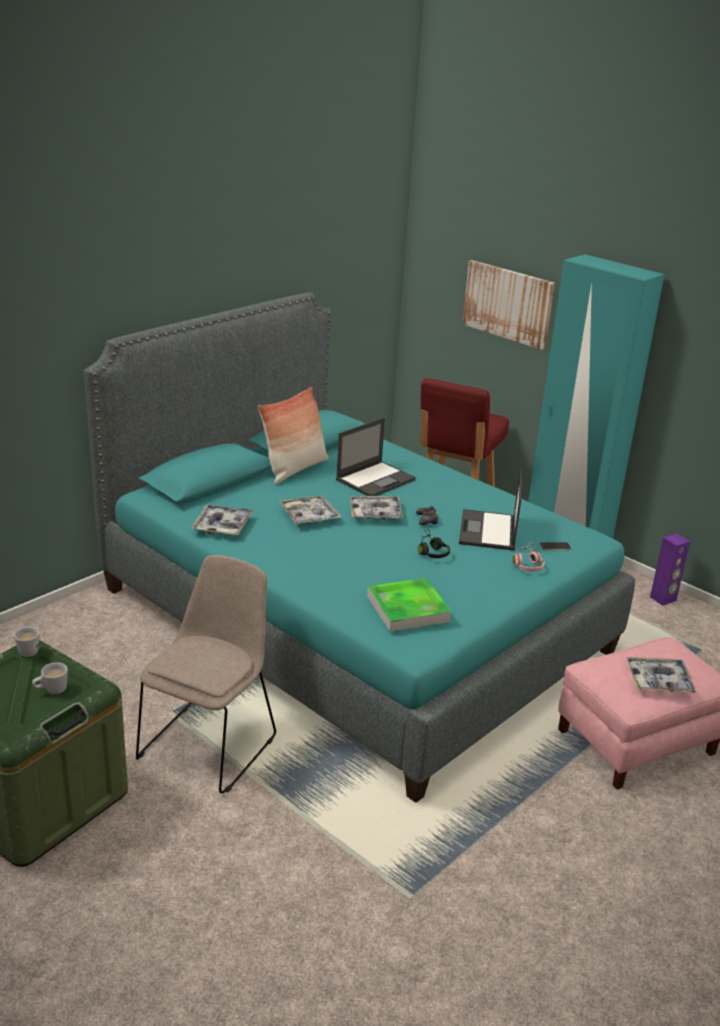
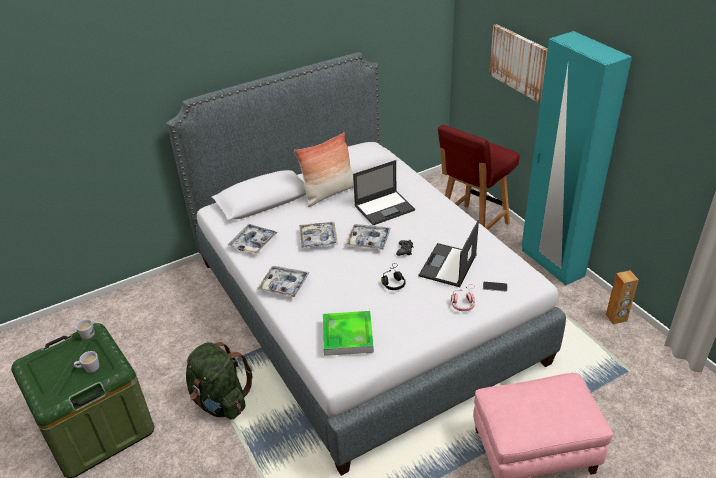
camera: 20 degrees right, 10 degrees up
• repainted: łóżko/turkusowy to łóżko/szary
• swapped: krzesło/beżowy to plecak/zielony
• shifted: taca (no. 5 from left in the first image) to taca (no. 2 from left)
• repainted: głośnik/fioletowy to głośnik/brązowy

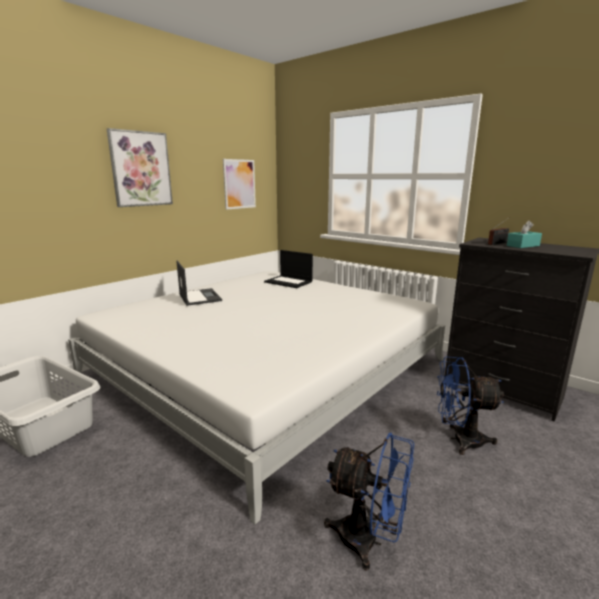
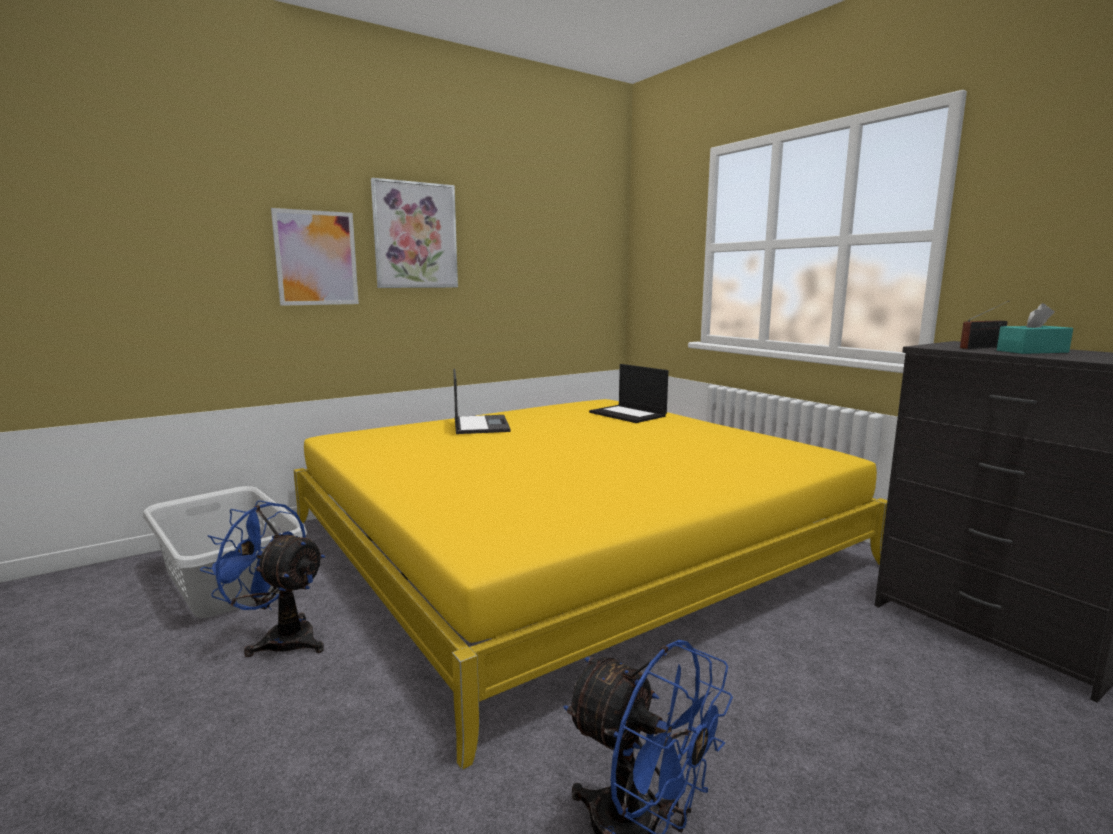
camera: 15 degrees right, 5 degrees down
• repainted: łóżko/biały to łóżko/żółty
• shifted: obraz (no. 2 from left in the first image) to obraz (no. 1 from left)
• shifted: wentylator/niebieski (no. 2 from left in the first image) to wentylator/niebieski (no. 1 from left)

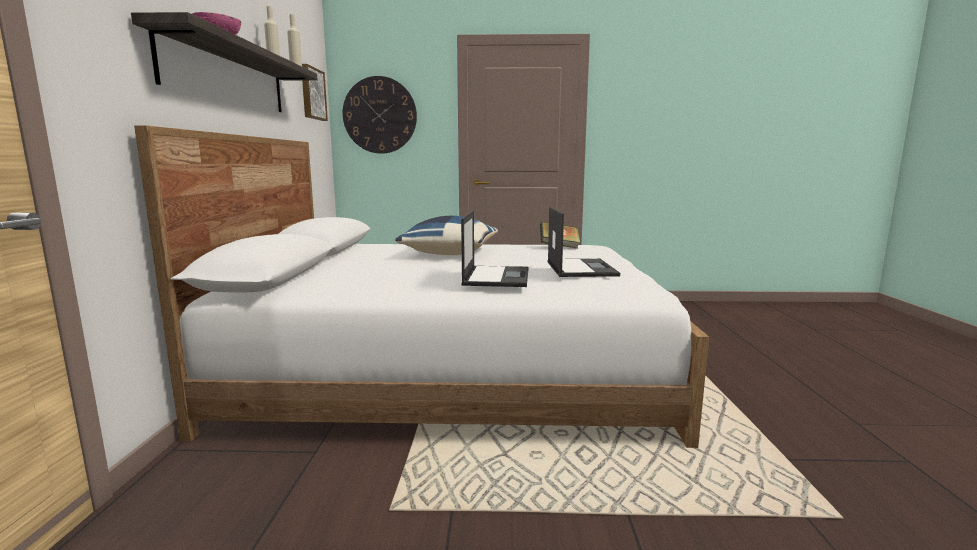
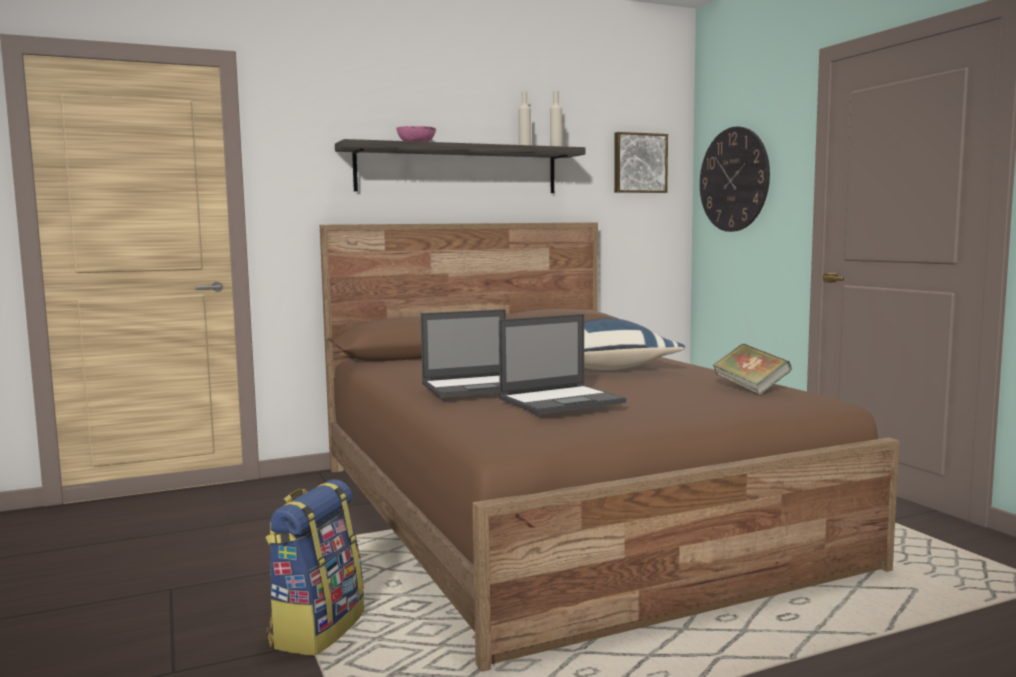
camera: 65 degrees right, 5 degrees down
• repainted: łóżko/biały to łóżko/brązowy
• new: plecak

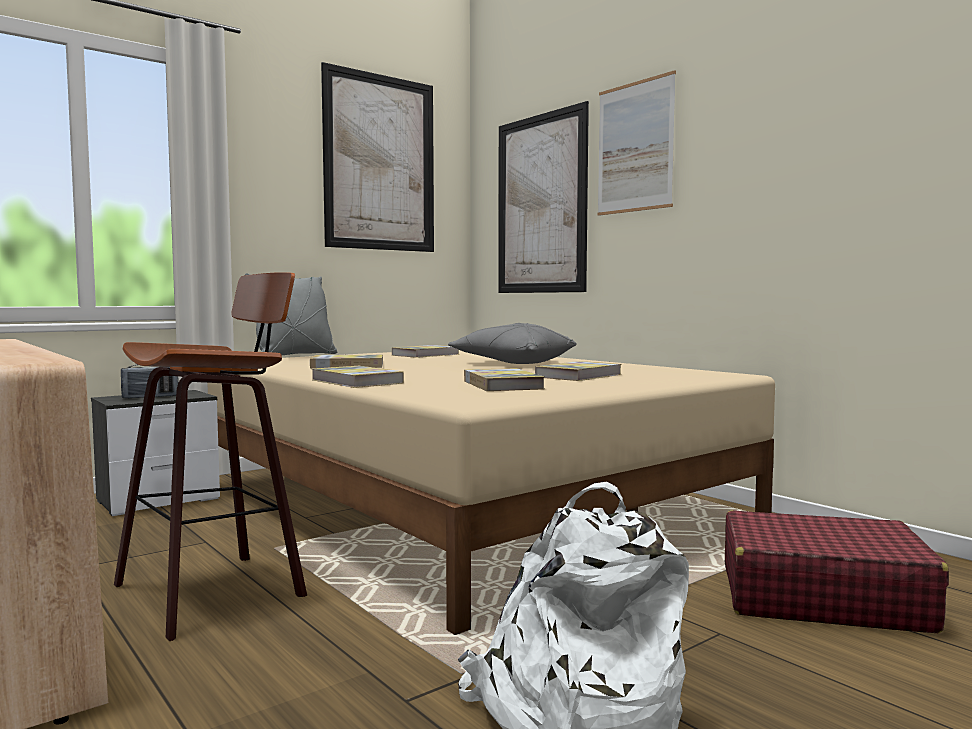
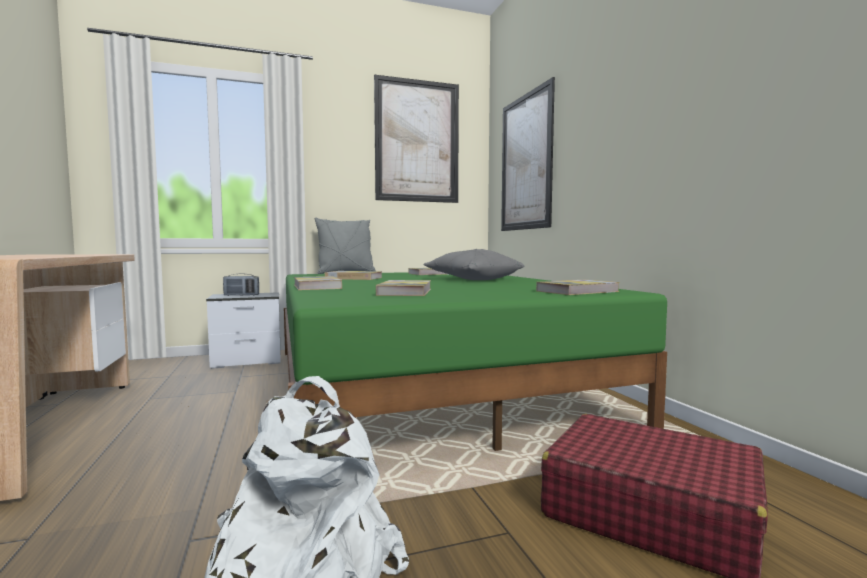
camera: 20 degrees right, 0 degrees up
• gone: stołek
• repainted: łóżko/beżowy to łóżko/zielony
• shifted: książka (no. 5 from left)
• gone: obraz (no. 3 from left)

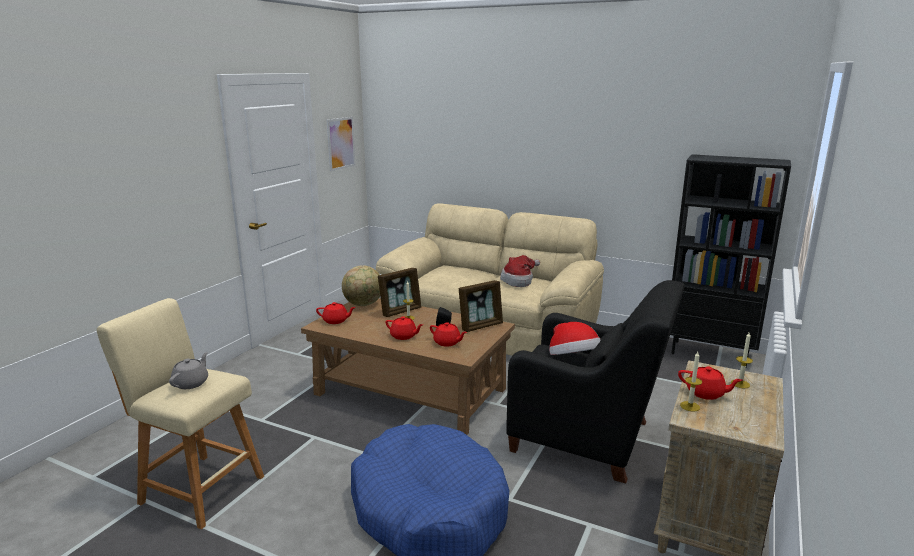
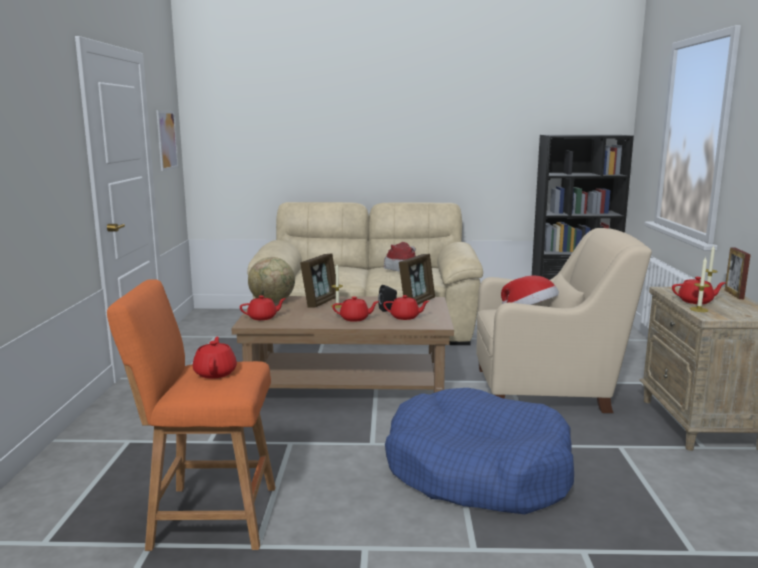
camera: 25 degrees left, 5 degrees down
• repainted: stołek/beżowy to stołek/pomarańczowy
• repainted: imbryk/szary to imbryk/czerwony (no. 1 from left)
• repainted: fotel/czarny to fotel/beżowy
• new: ramka na zdjęcie (no. 3 from left)

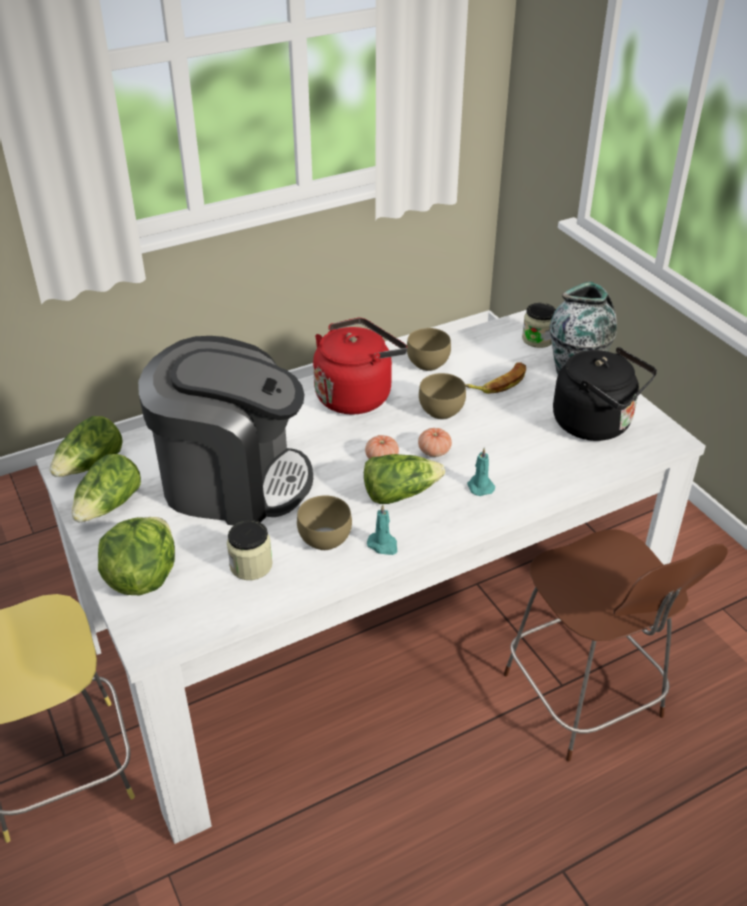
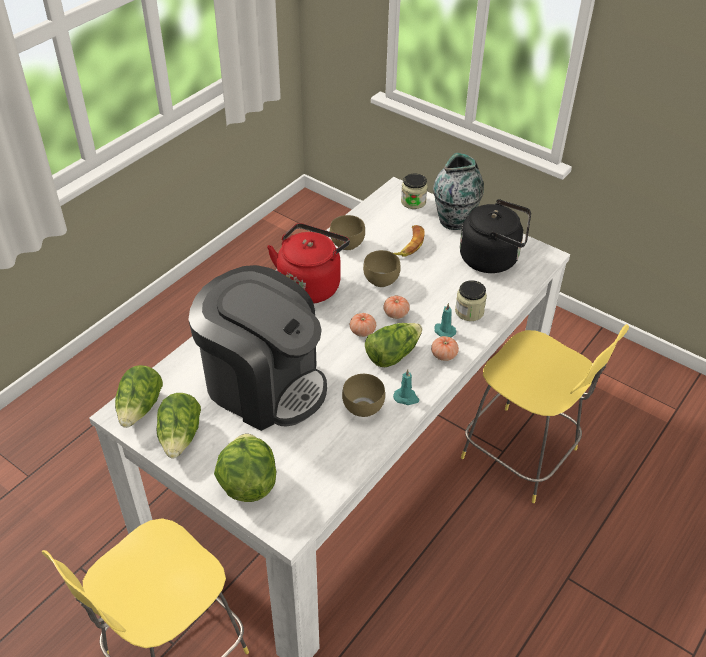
camera: 25 degrees left, 5 degrees up
• rotated: ekspres do kawy 45 degrees clockwise
• shifted: słoik (no. 1 from left in the first image) to słoik (no. 2 from left)
• repainted: stołek/brązowy to stołek/żółty (no. 2 from left)
• new: pomidor (no. 3 from left)

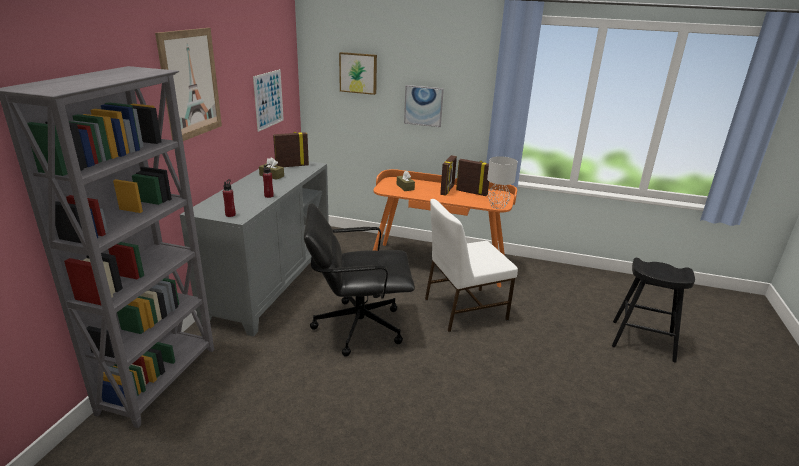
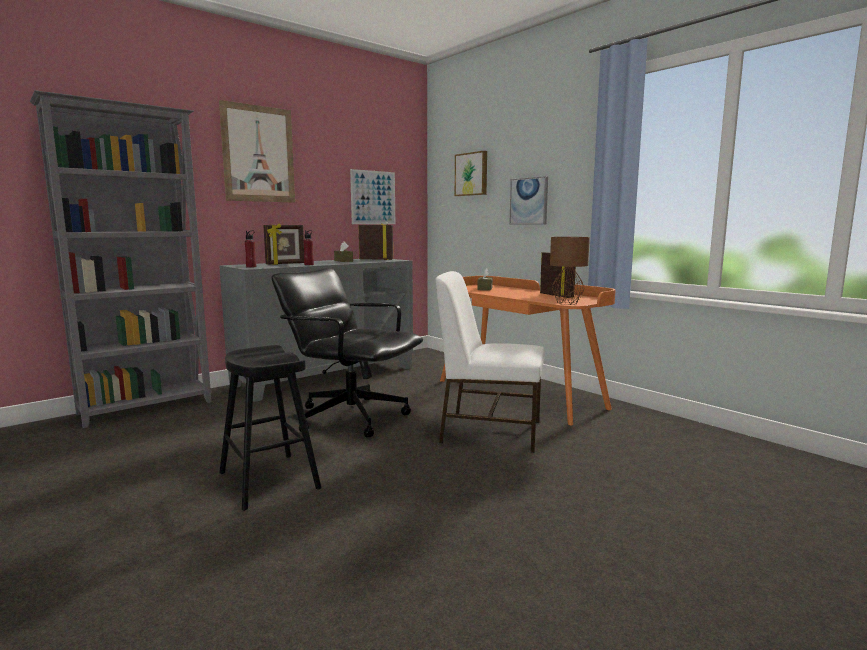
camera: 35 degrees right, 15 degrees down
• shifted: ramka na zdjęcie (no. 2 from left in the first image) to ramka na zdjęcie (no. 1 from left)
• repainted: lampa stołowa/szary to lampa stołowa/brązowy
• shifted: stołek/czarny

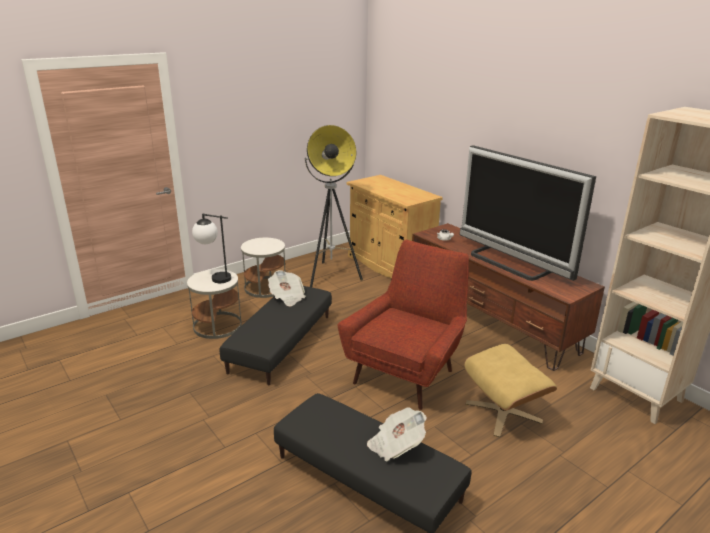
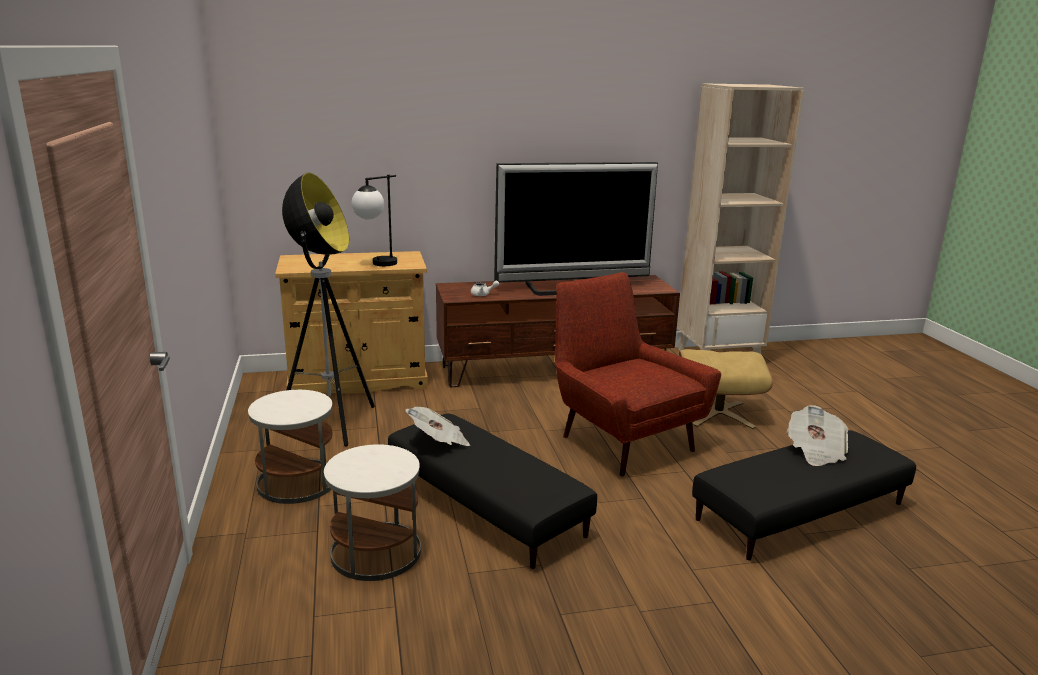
camera: 65 degrees left, 5 degrees down
• shifted: lampa stołowa

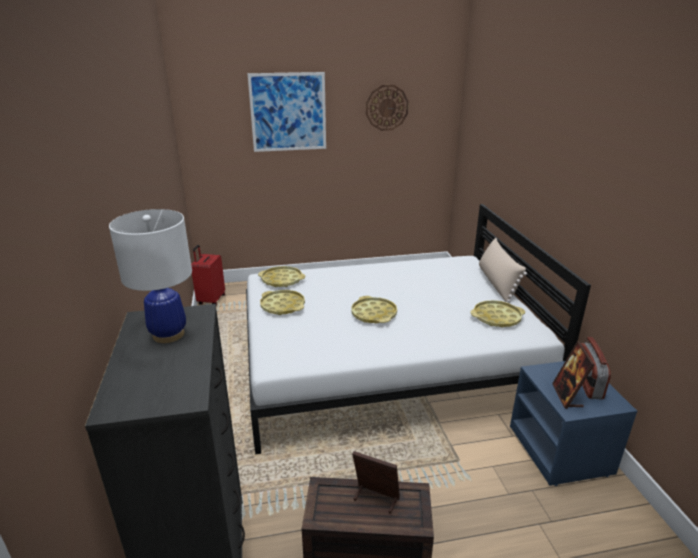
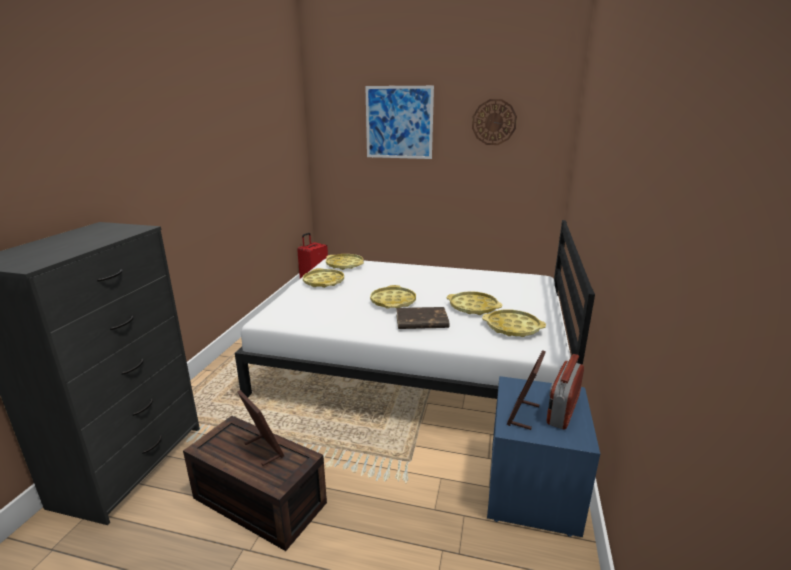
camera: 25 degrees right, 5 degrees down
• gone: lampa stołowa/biały
• gone: poduszka/beżowy
• new: książka/brązowy
• new: taca/żółty (no. 4 from left)

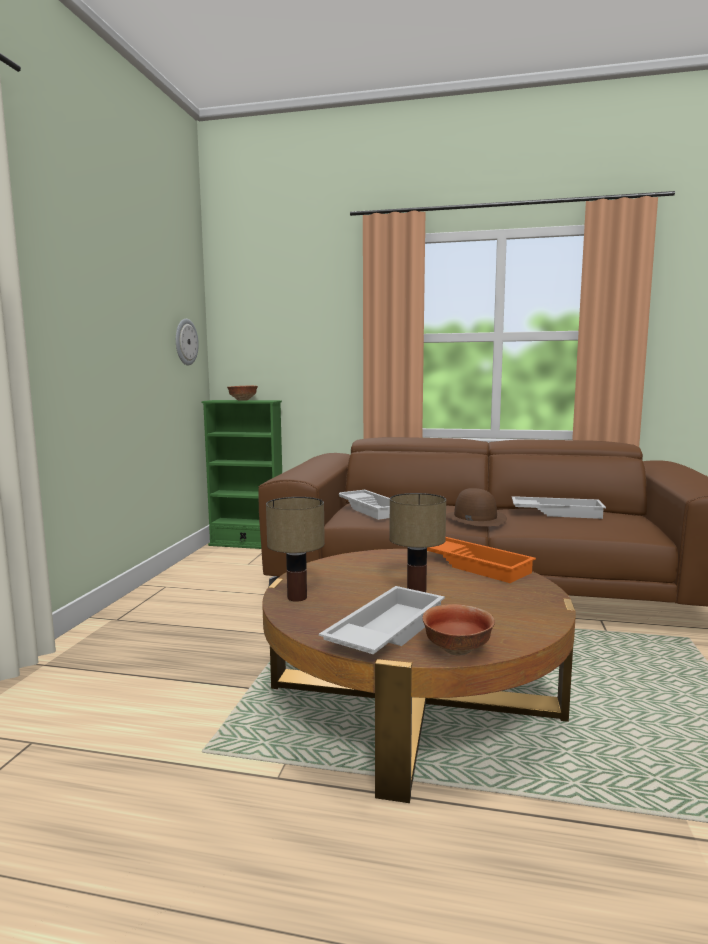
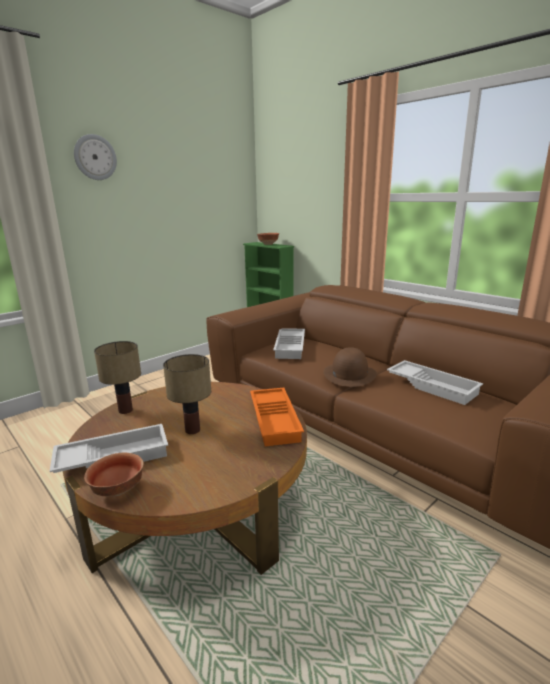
camera: 35 degrees right, 10 degrees up
• shifted: zegar ścienny

